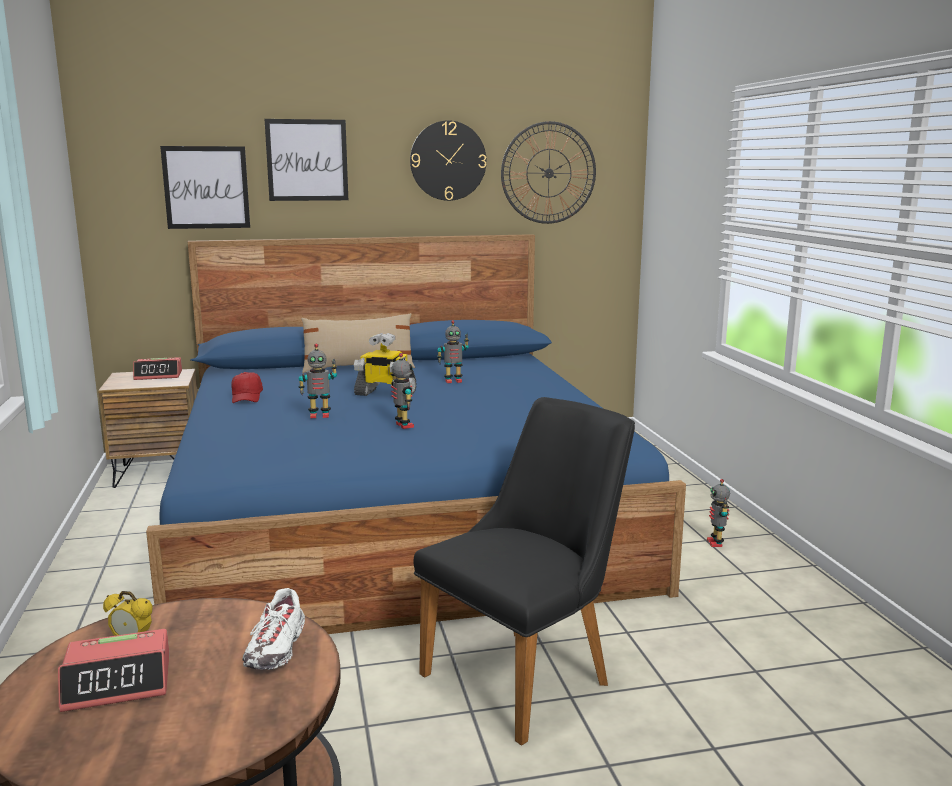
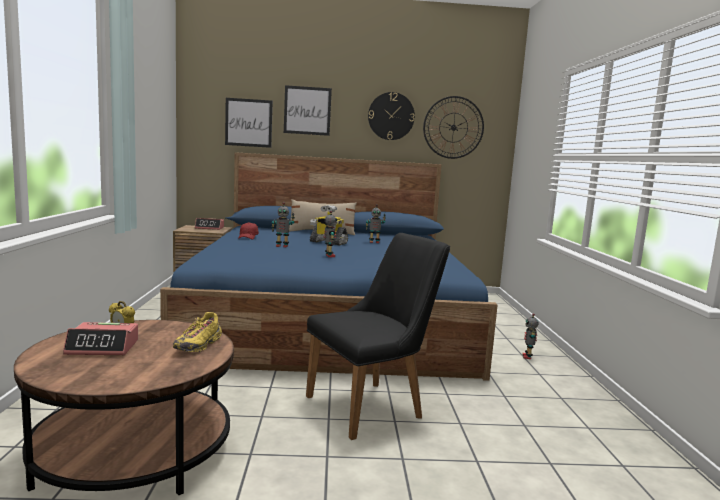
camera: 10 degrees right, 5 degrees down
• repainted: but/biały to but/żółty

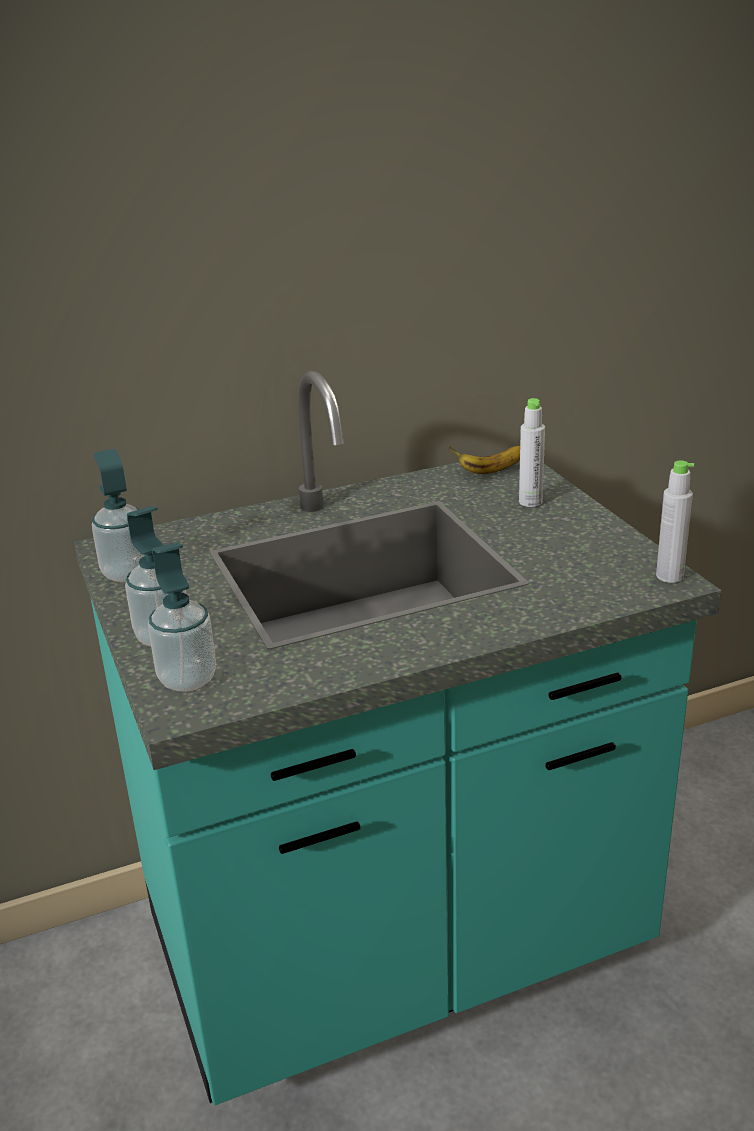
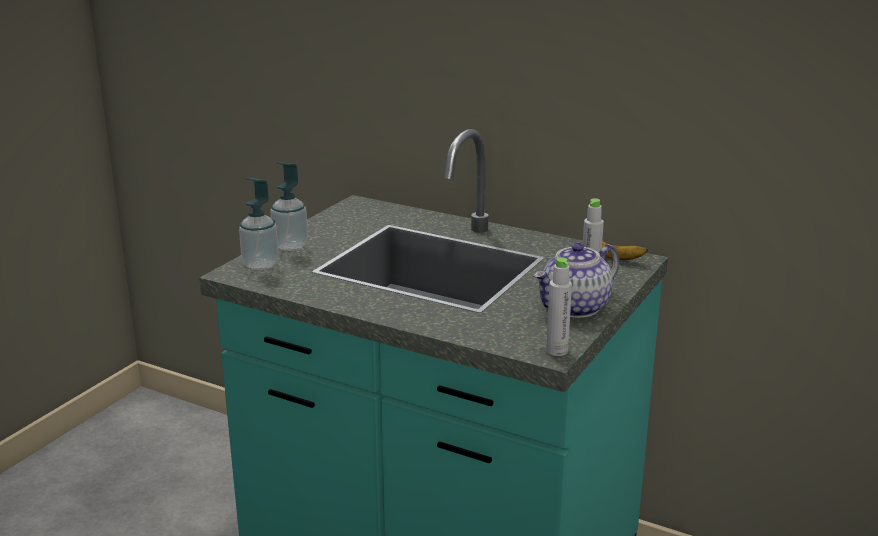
camera: 50 degrees right, 5 degrees down
• gone: dozownik mydła (no. 1 from left)
• new: imbryk

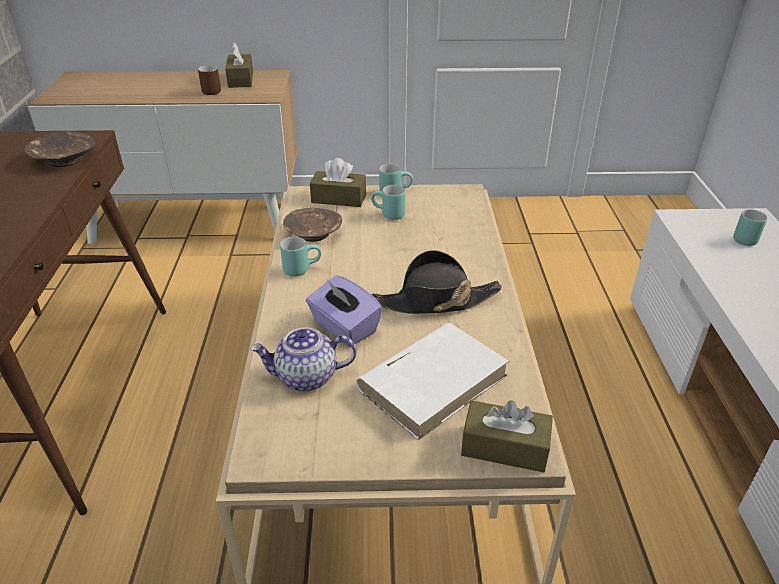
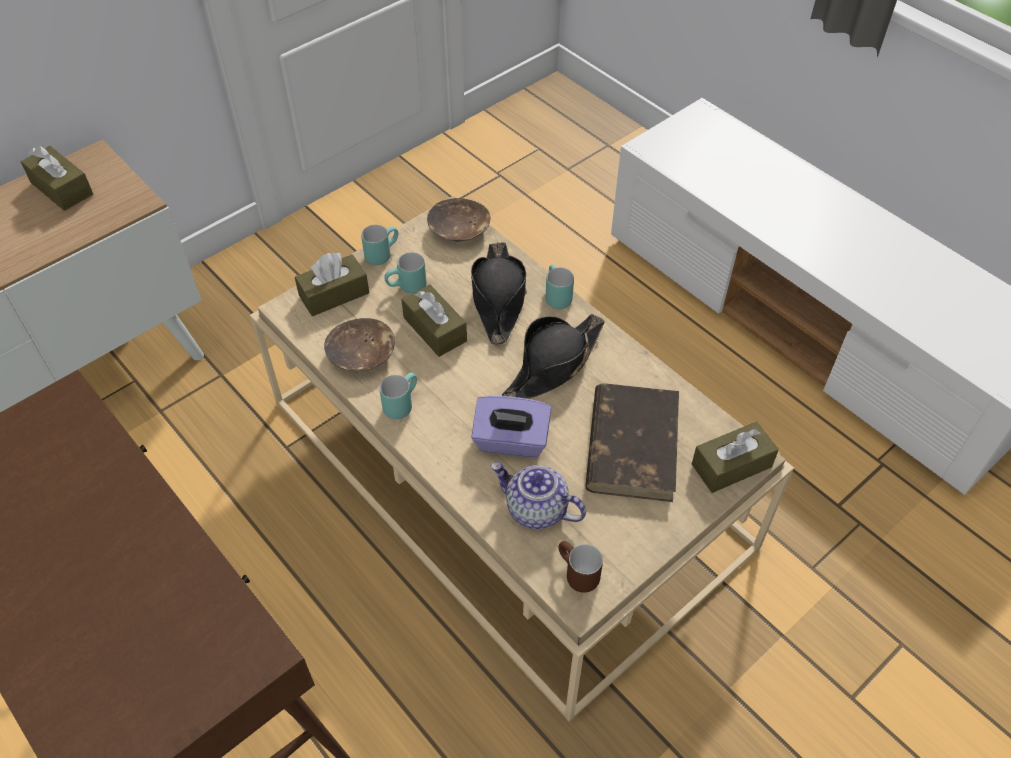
camera: 40 degrees left, 15 degrees up
• shifted: miska/brązowy (no. 1 from left in the first image) to miska/brązowy (no. 2 from left)
• shifted: kubek/brązowy
• rotated: imbryk 75 degrees clockwise
• repainted: książka/biały to książka/brązowy
• shifted: kubek/turkusowy (no. 4 from left)
• new: pudełko chusteczek/brązowy (no. 3 from left)
• new: kapelusz/czarny (no. 1 from left)

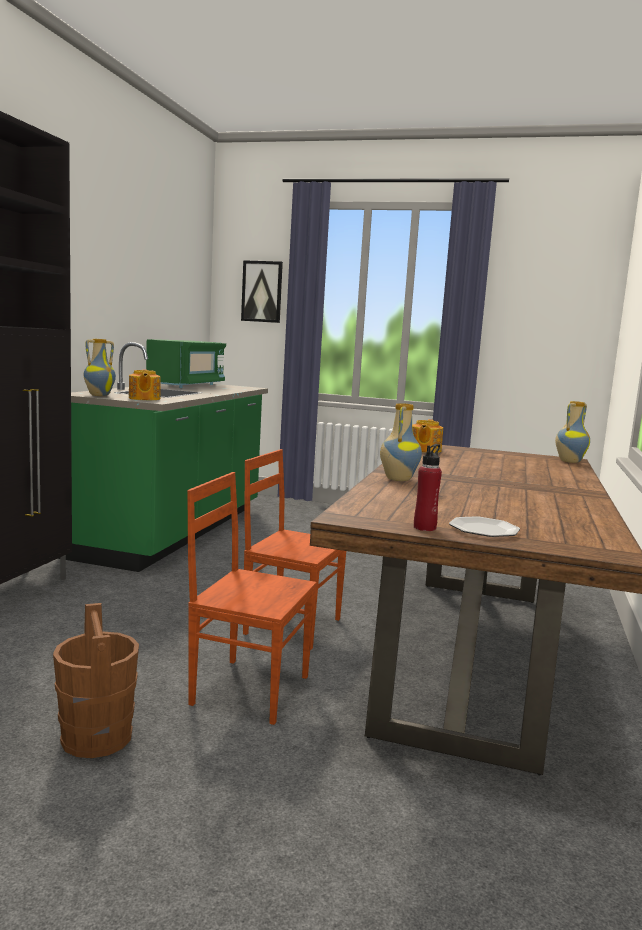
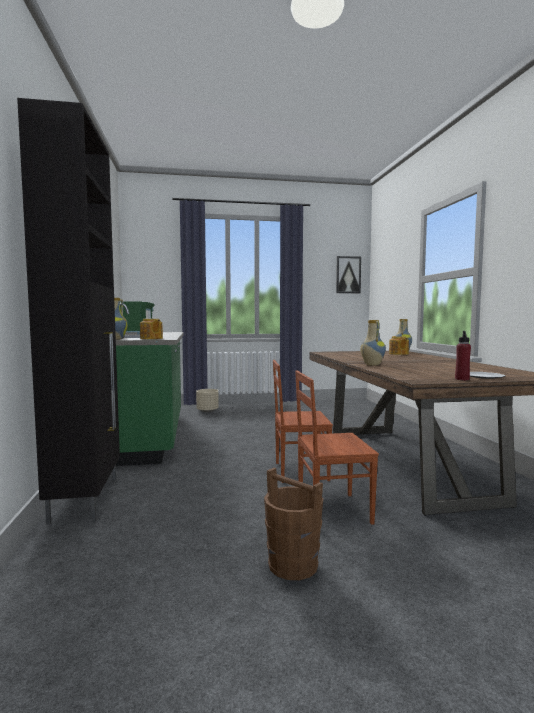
camera: 25 degrees left, 5 degrees down
• shifted: obraz
• shifted: imbryk (no. 2 from left)
• new: donica/beżowy

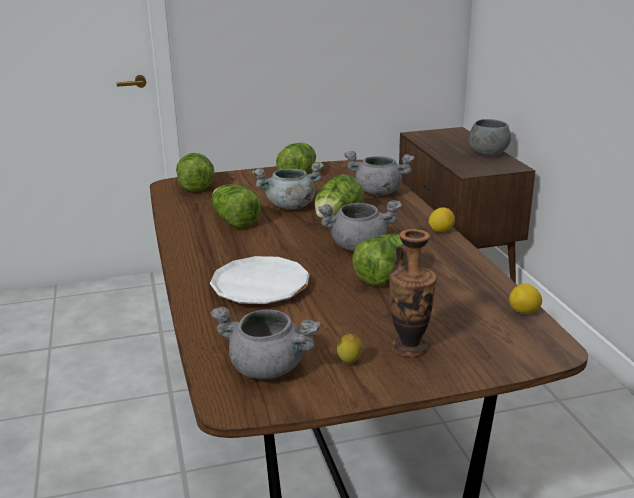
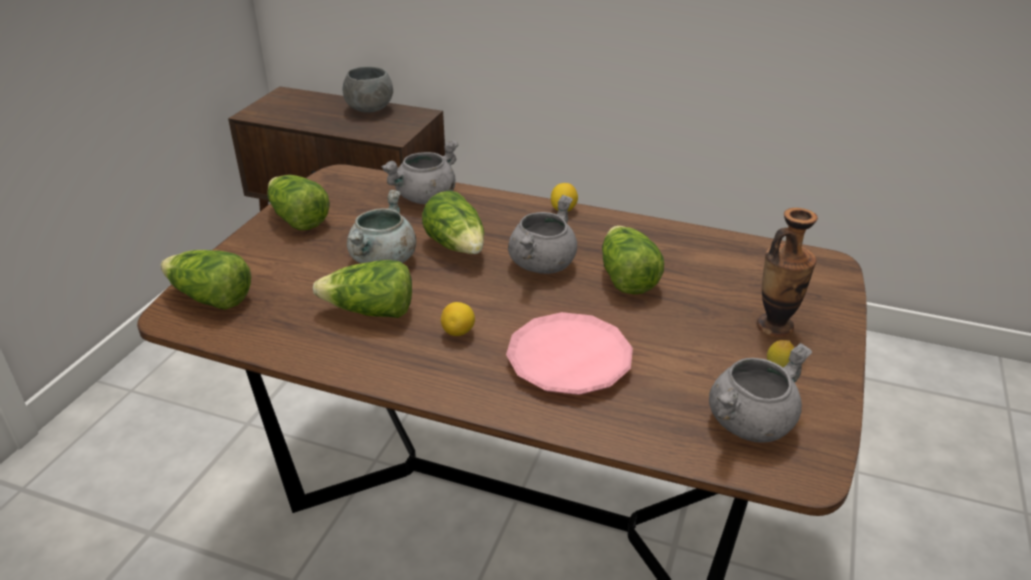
camera: 55 degrees left, 10 degrees up
• repainted: talerz/biały to talerz/różowy
• shifted: cytryna (no. 3 from left in the first image) to cytryna (no. 1 from left)

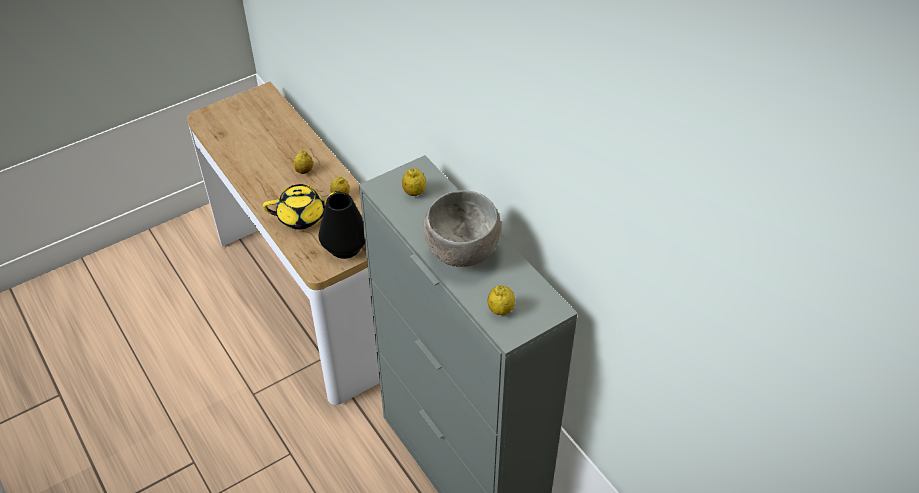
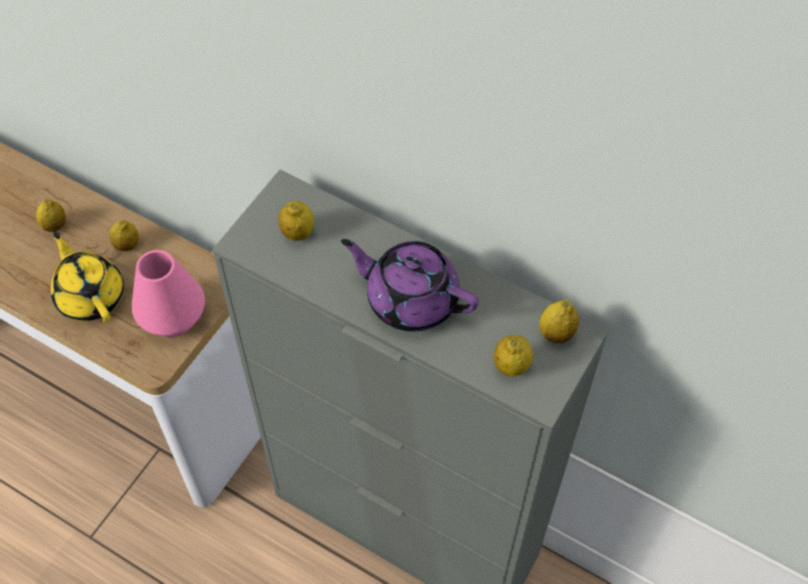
camera: 25 degrees left, 10 degrees up
• rotated: imbryk/żółty 90 degrees counterclockwise
• repainted: wazon/czarny to wazon/różowy
• swapped: miska/szary to imbryk/fioletowy
• new: cytryna (no. 5 from left)

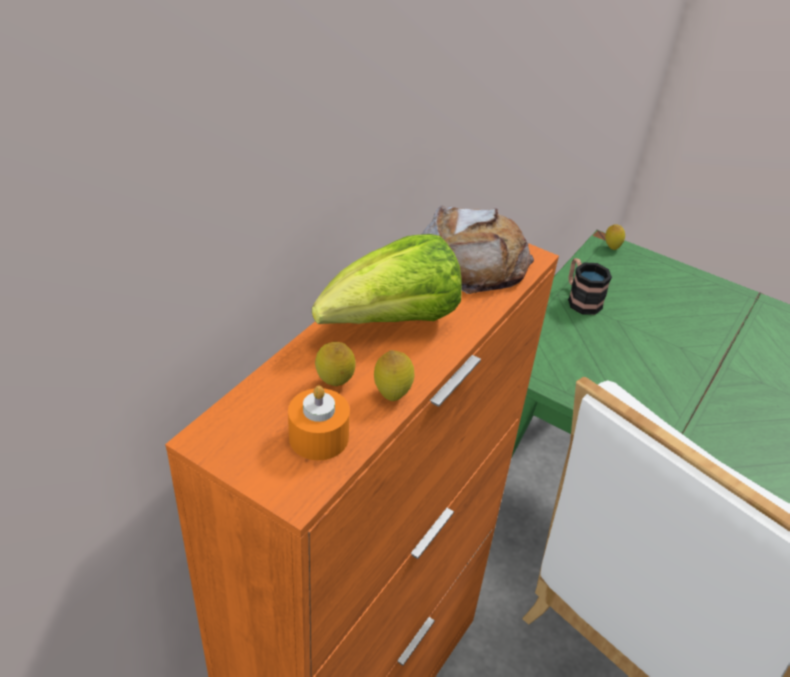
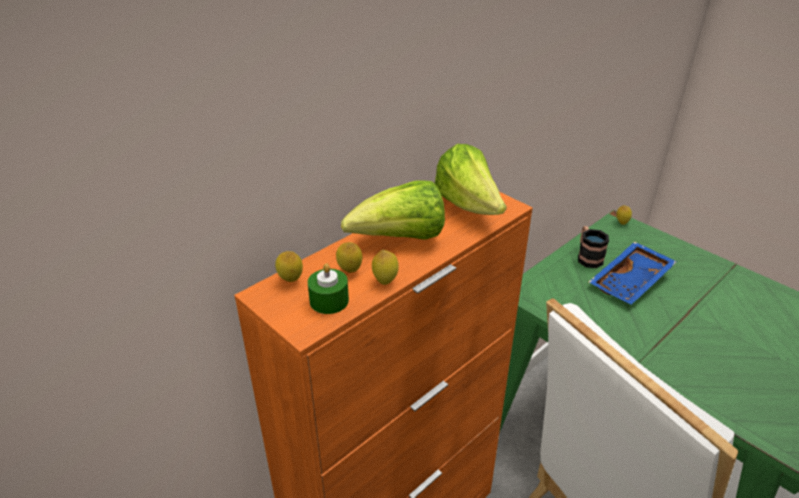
camera: 15 degrees right, 5 degrees down
• repainted: świeca/pomarańczowy to świeca/zielony
• swapped: chleb to sałata (no. 2 from left)
• new: cytryna (no. 1 from left)
• new: taca/niebieski

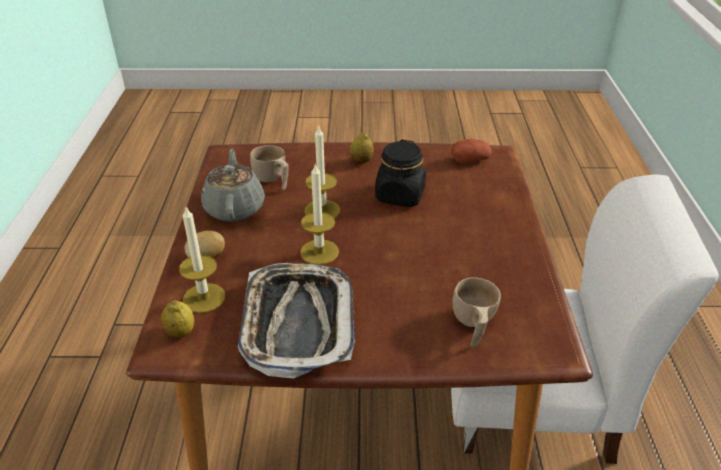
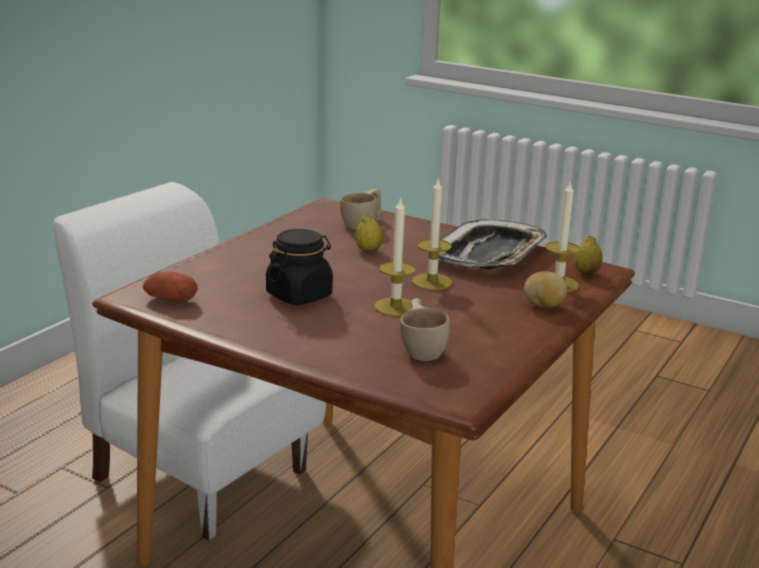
camera: 150 degrees left, 15 degrees down
• gone: imbryk/szary
• shifted: cytryna (no. 2 from left in the first image) to cytryna (no. 1 from left)

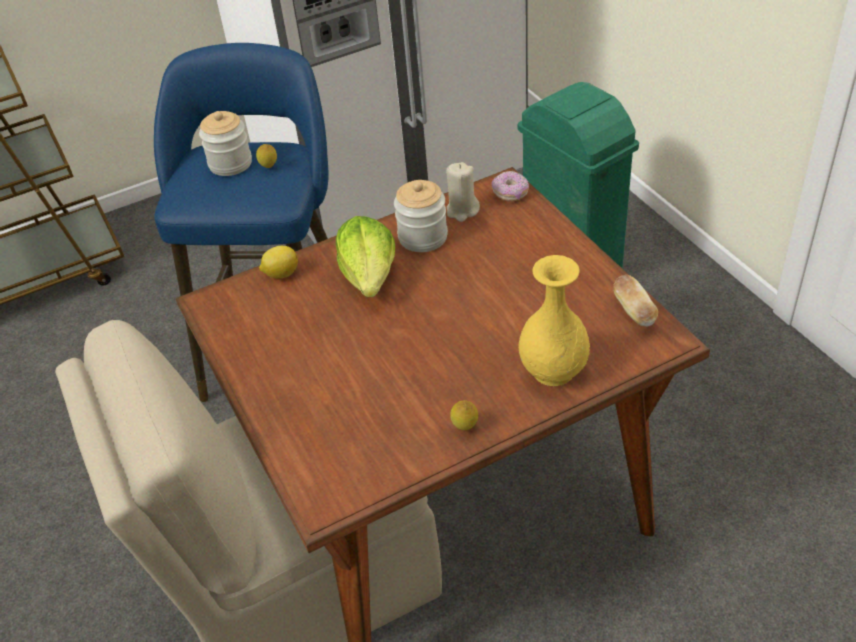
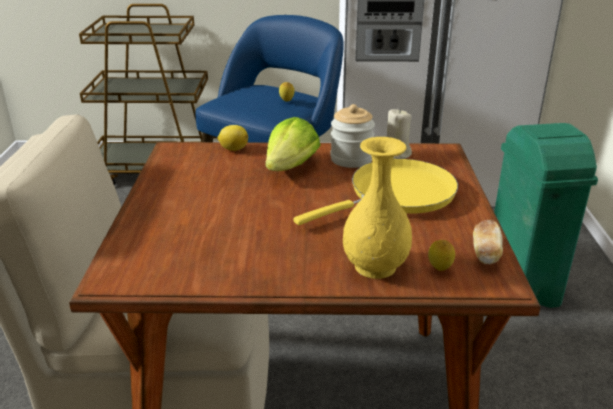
camera: 25 degrees right, 15 degrees down
• gone: słoik (no. 1 from left)
• shifted: cytryna (no. 3 from left)
• gone: donut
• new: patelnia/żółty

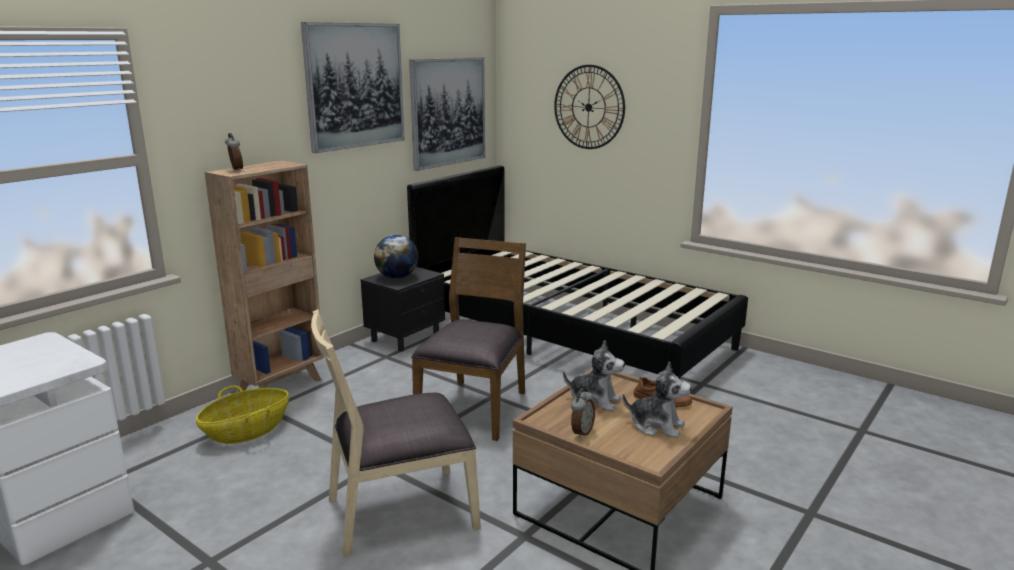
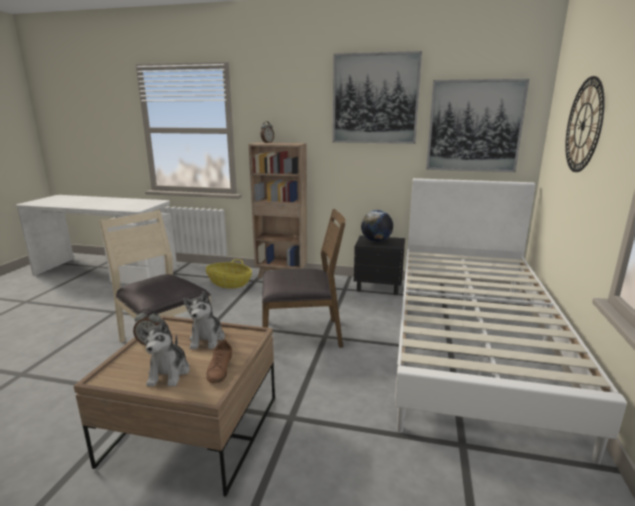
camera: 65 degrees right, 0 degrees up
• repainted: łóżko/czarny to łóżko/biały

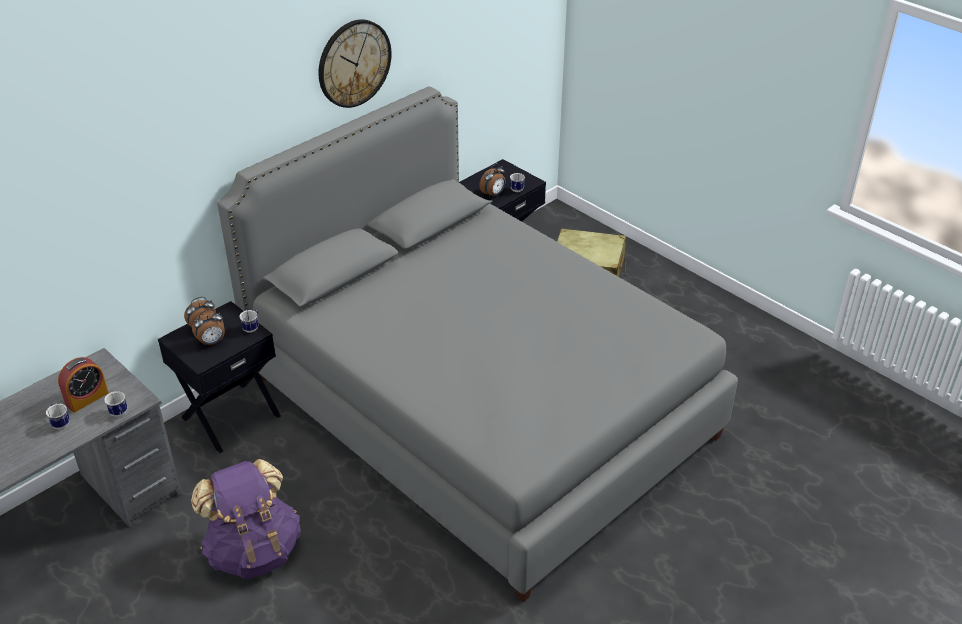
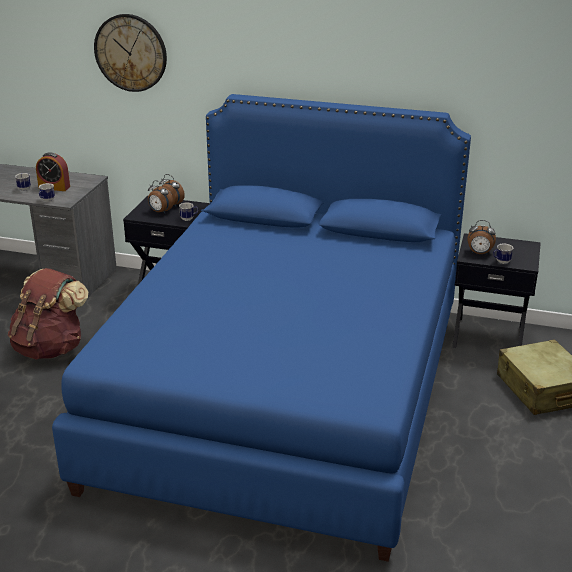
camera: 60 degrees right, 10 degrees down
• repainted: plecak/fioletowy to plecak/brązowy
• repainted: łóżko/szary to łóżko/niebieski
• shifted: zegar ścienny

